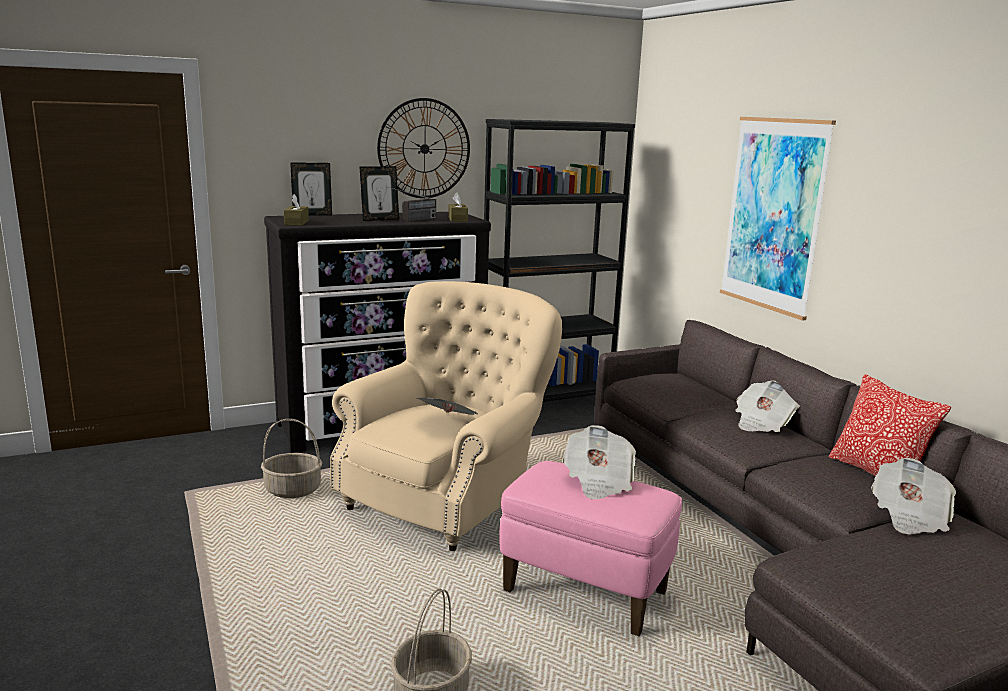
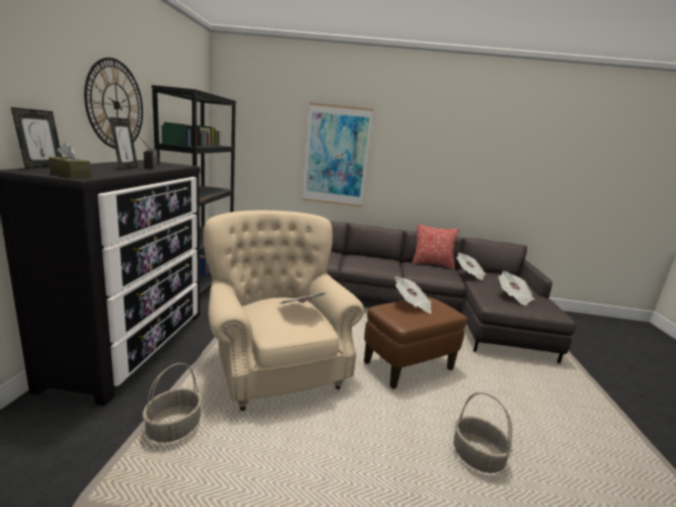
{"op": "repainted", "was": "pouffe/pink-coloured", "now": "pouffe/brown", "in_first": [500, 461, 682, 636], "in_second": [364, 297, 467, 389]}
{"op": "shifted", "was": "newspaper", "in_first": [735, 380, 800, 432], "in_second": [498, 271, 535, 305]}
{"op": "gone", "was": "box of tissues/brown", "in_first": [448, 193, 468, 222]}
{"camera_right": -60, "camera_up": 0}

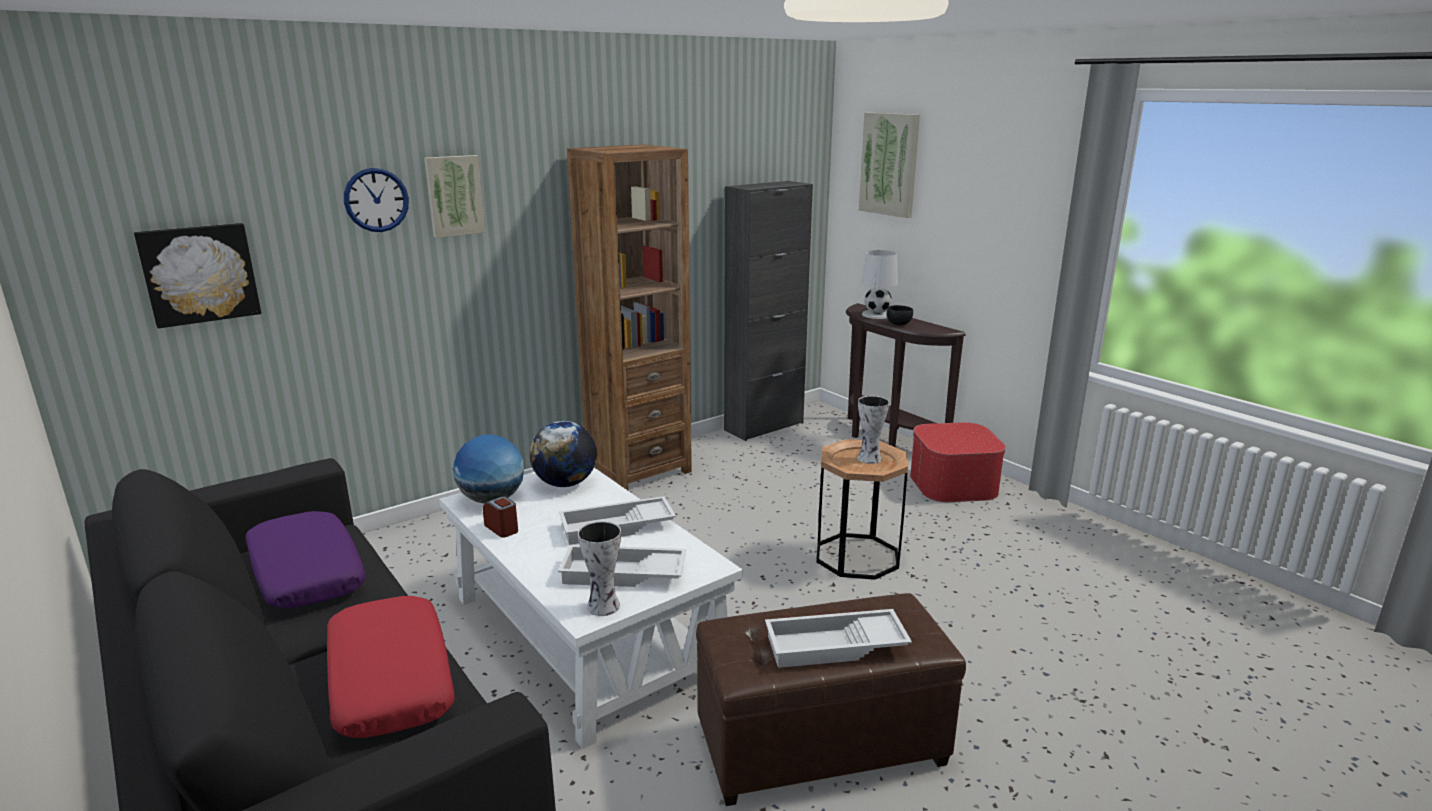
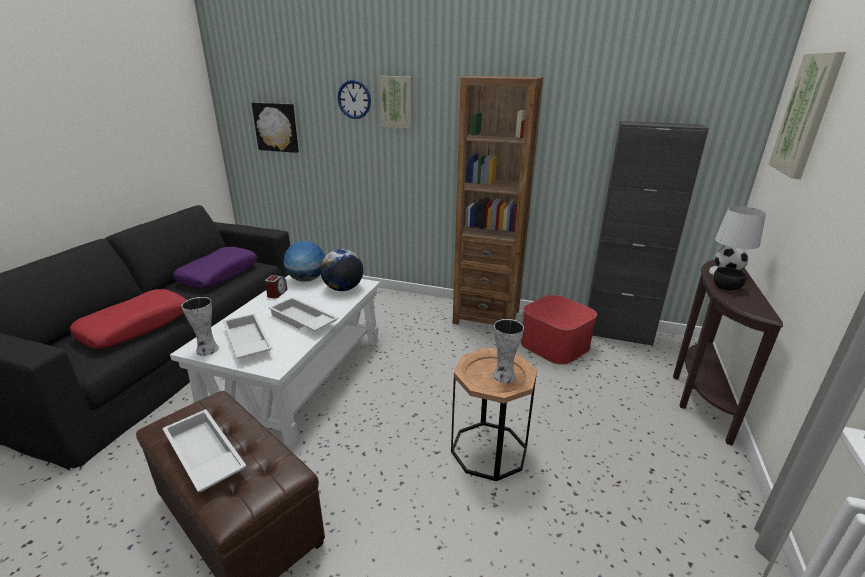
{"op": "shifted", "was": "pouffe", "in_first": [910, 422, 1006, 502], "in_second": [521, 295, 597, 365]}
{"camera_right": 55, "camera_up": 5}

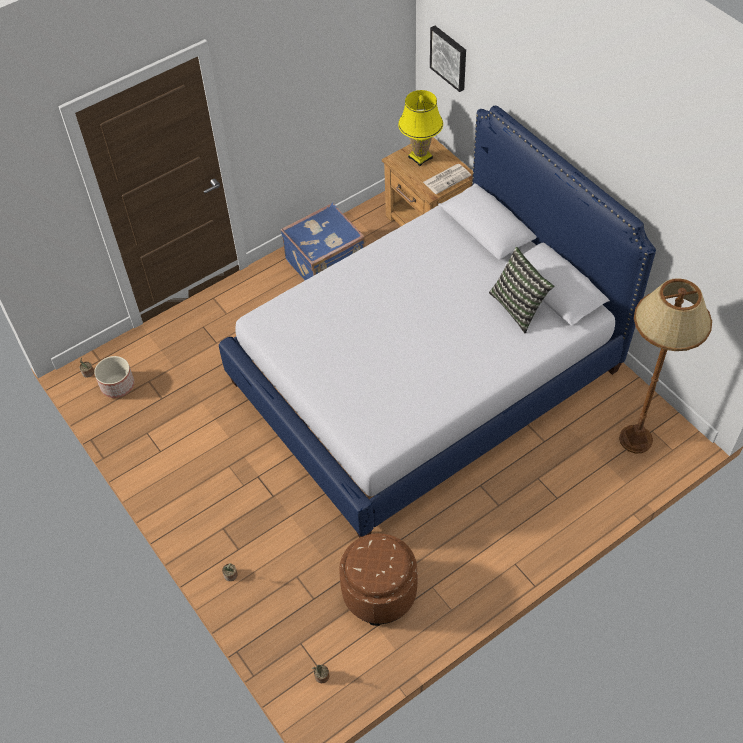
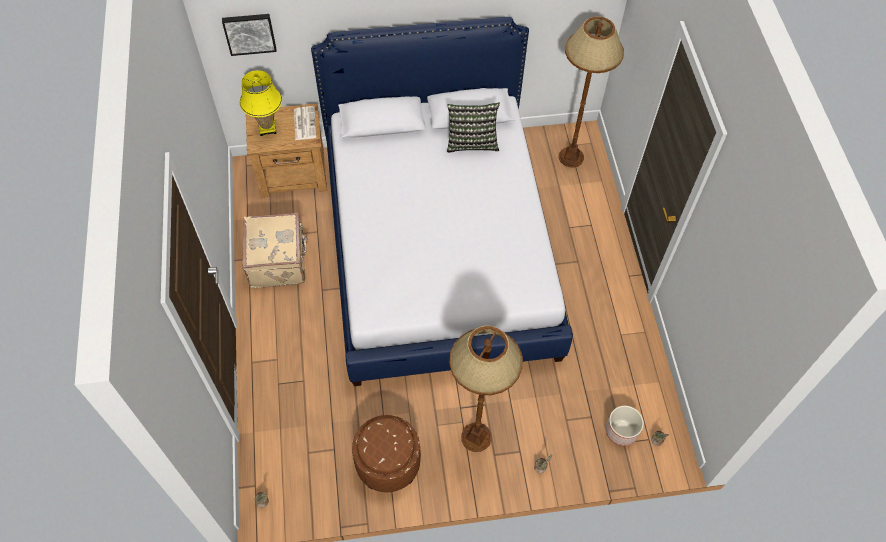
{"op": "repainted", "was": "piece of luggage/blue-coloured", "now": "piece of luggage/beige", "in_first": [280, 203, 365, 281], "in_second": [243, 213, 308, 288]}
{"op": "shifted", "was": "pouffe/brown", "in_first": [339, 533, 418, 626], "in_second": [352, 415, 421, 492]}
{"op": "new", "now": "floor lamp/brown", "in_second": [449, 326, 523, 452]}
{"op": "shifted", "was": "flower pot", "in_first": [94, 356, 134, 398], "in_second": [606, 406, 644, 446]}
{"camera_right": -65, "camera_up": 5}

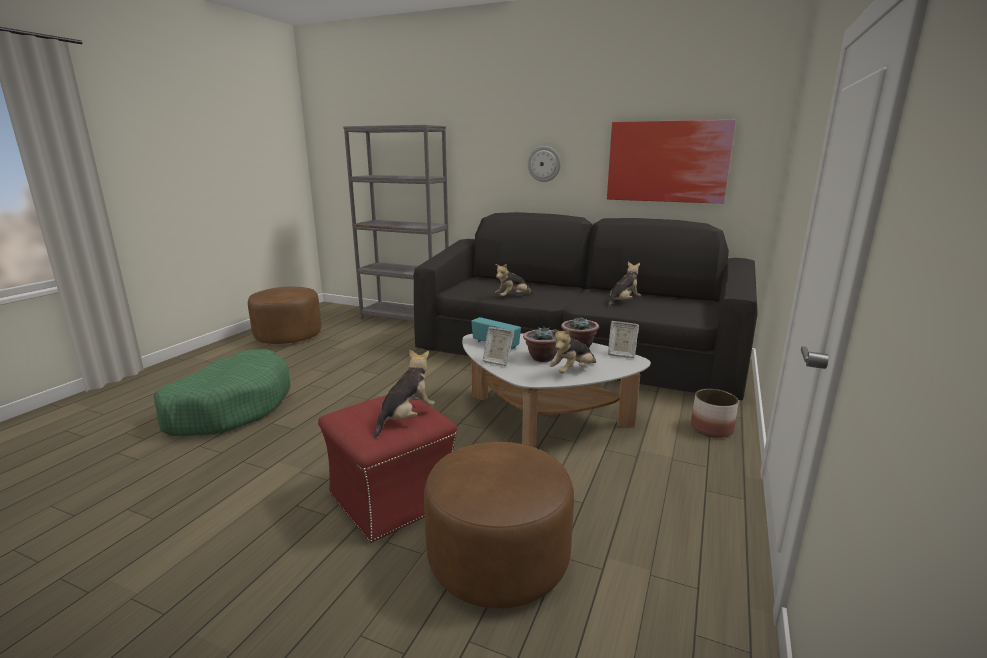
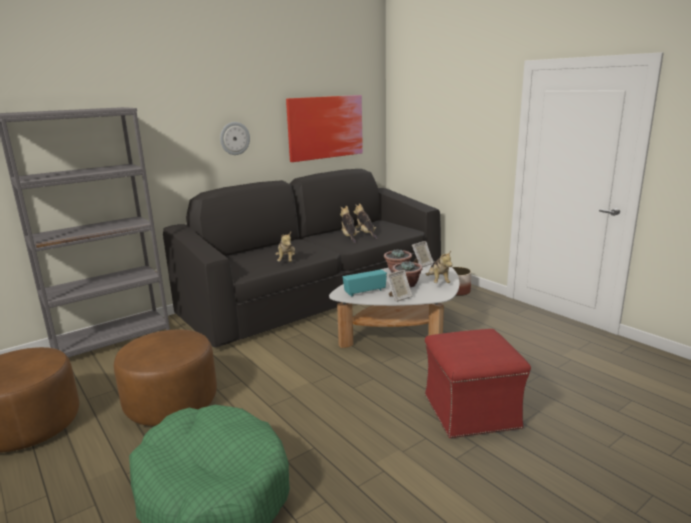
{"op": "shifted", "was": "pouffe/brown", "in_first": [424, 441, 574, 609], "in_second": [114, 329, 217, 426]}
{"op": "shifted", "was": "plush toy", "in_first": [374, 349, 435, 438], "in_second": [354, 203, 378, 239]}
{"camera_right": -60, "camera_up": 0}

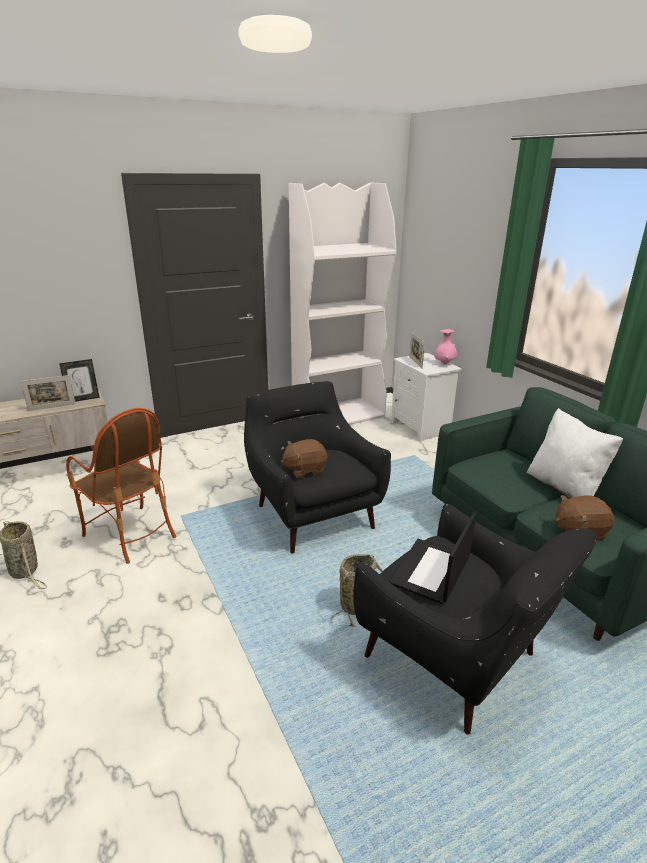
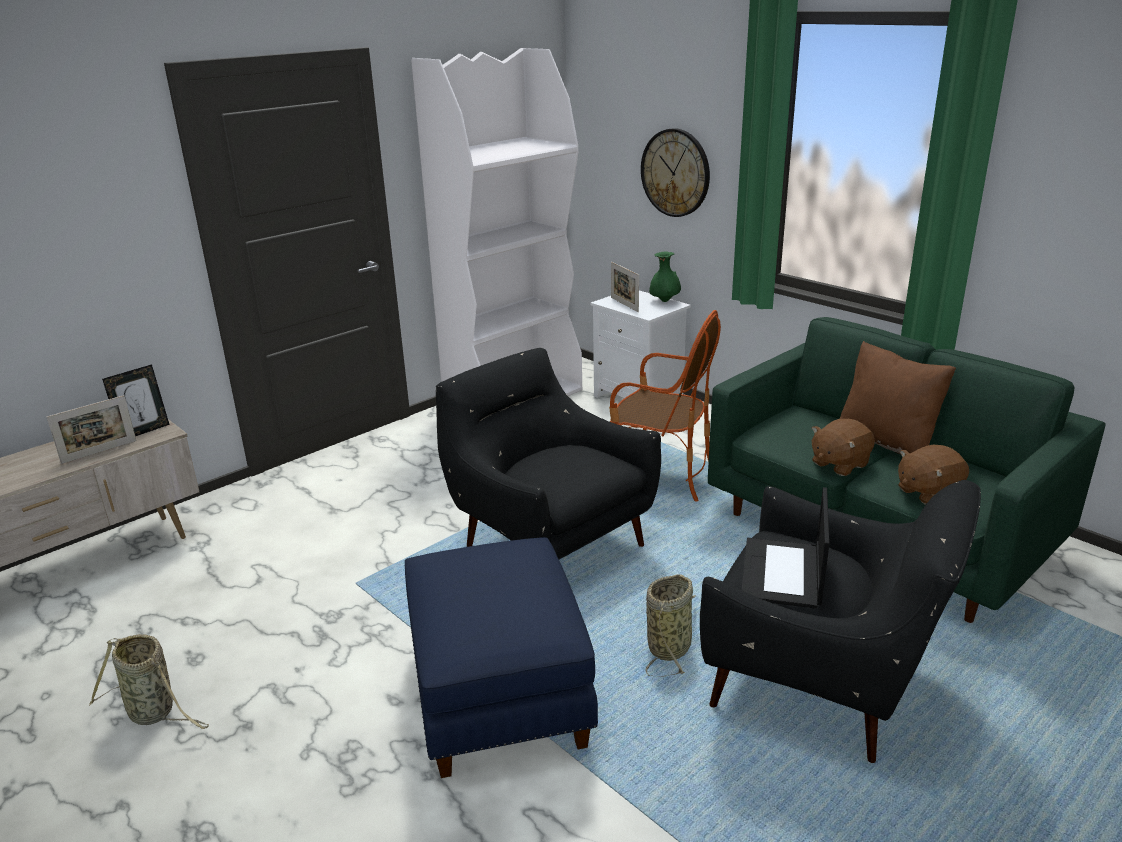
{"op": "new", "now": "pouffe/blue-coloured", "in_second": [405, 537, 598, 778]}
{"op": "shifted", "was": "easy chair", "in_first": [66, 408, 176, 564], "in_second": [609, 310, 721, 501]}
{"op": "new", "now": "hanging clock", "in_second": [641, 128, 710, 217]}
{"op": "repainted", "was": "decorative vase/pink-coloured", "now": "decorative vase/green-coloured", "in_first": [434, 329, 457, 364], "in_second": [649, 251, 681, 302]}
{"op": "shifted", "was": "plush toy/brown", "in_first": [281, 439, 327, 478], "in_second": [812, 419, 875, 476]}
{"op": "repainted", "was": "throw pillow/whitish", "now": "throw pillow/brown", "in_first": [527, 408, 623, 498], "in_second": [839, 341, 956, 455]}
{"camera_right": -15, "camera_up": 0}

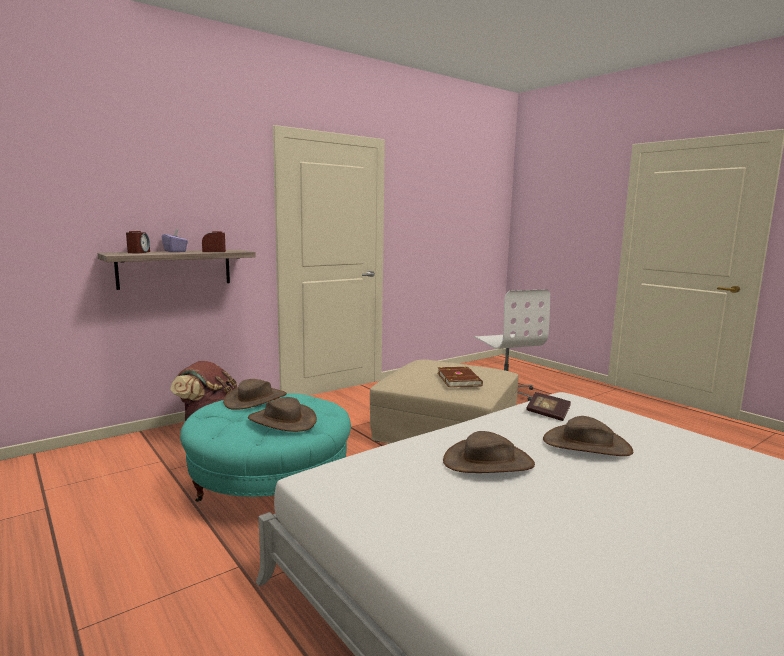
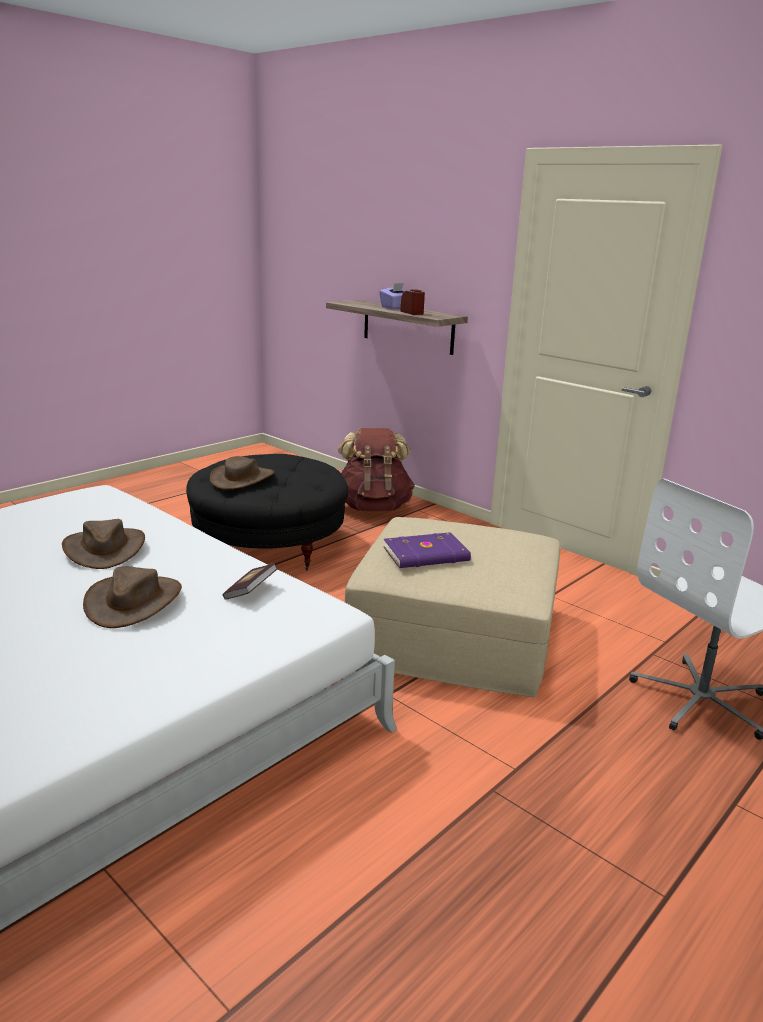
{"op": "repainted", "was": "pouffe/blue-green", "now": "pouffe/black", "in_first": [180, 393, 351, 502], "in_second": [186, 454, 348, 570]}
{"op": "repainted", "was": "bound book/brown", "now": "bound book/purple-coloured", "in_first": [437, 367, 483, 387], "in_second": [384, 532, 471, 568]}
{"op": "gone", "was": "alarm clock", "in_first": [126, 231, 150, 253]}
{"op": "gone", "was": "wearable hat/brown", "in_first": [223, 379, 287, 410]}
{"camera_right": 80, "camera_up": 10}

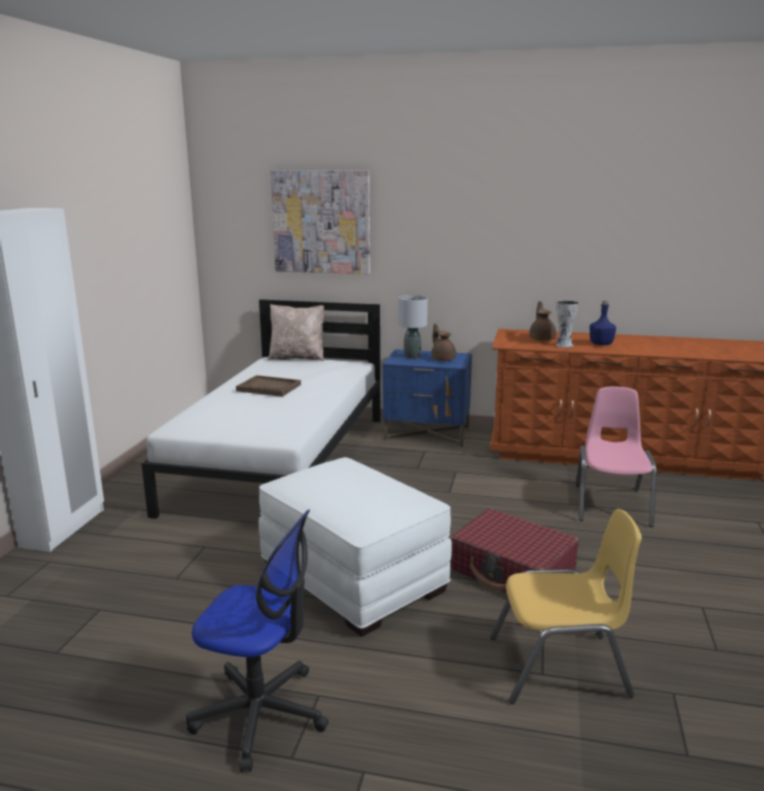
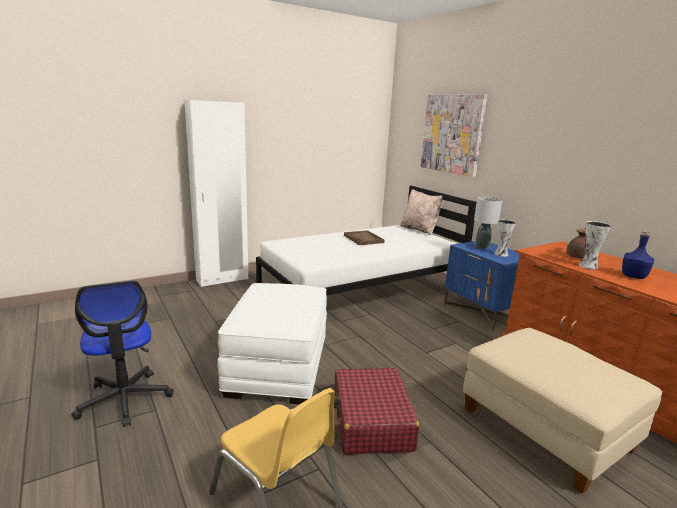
{"op": "swapped", "was": "chair/pink-coloured", "now": "pouffe/beige", "in_first": [576, 386, 657, 527], "in_second": [463, 328, 662, 494]}
{"op": "swapped", "was": "tea pot/brown", "now": "decorative vase", "in_first": [431, 323, 456, 361], "in_second": [494, 220, 516, 257]}
{"camera_right": 45, "camera_up": 0}

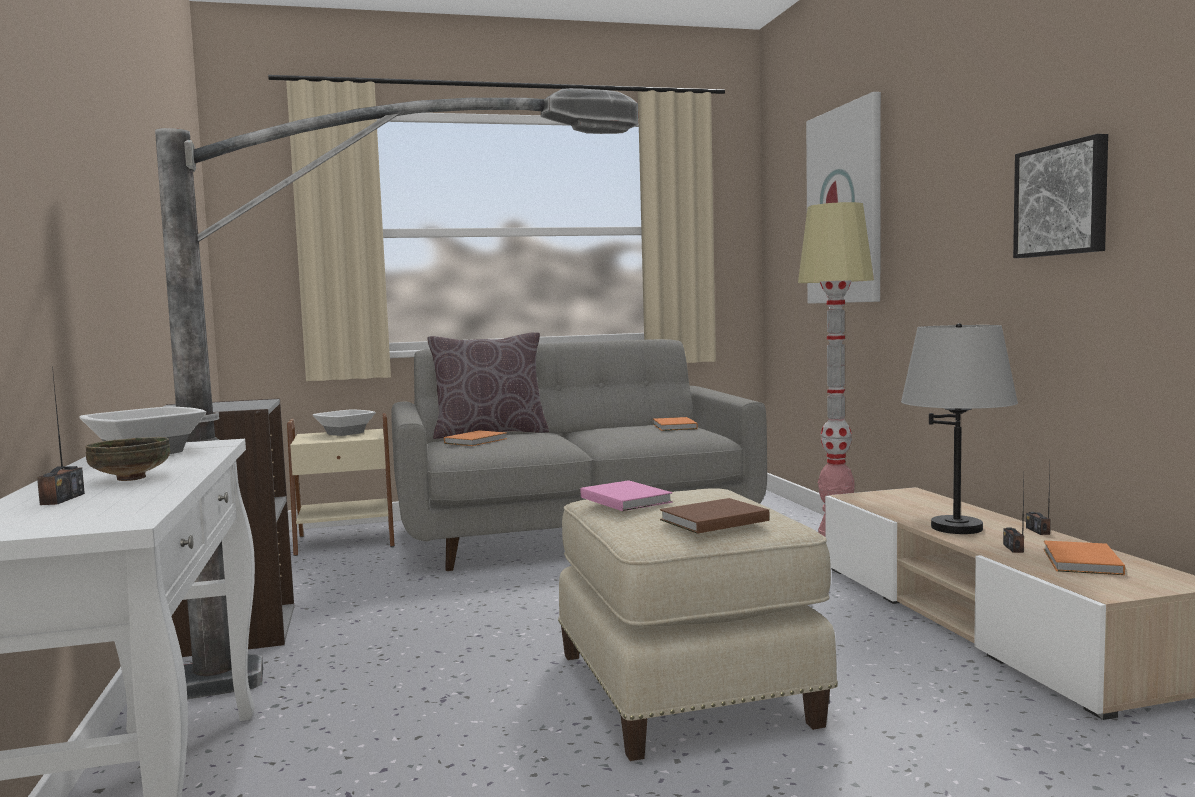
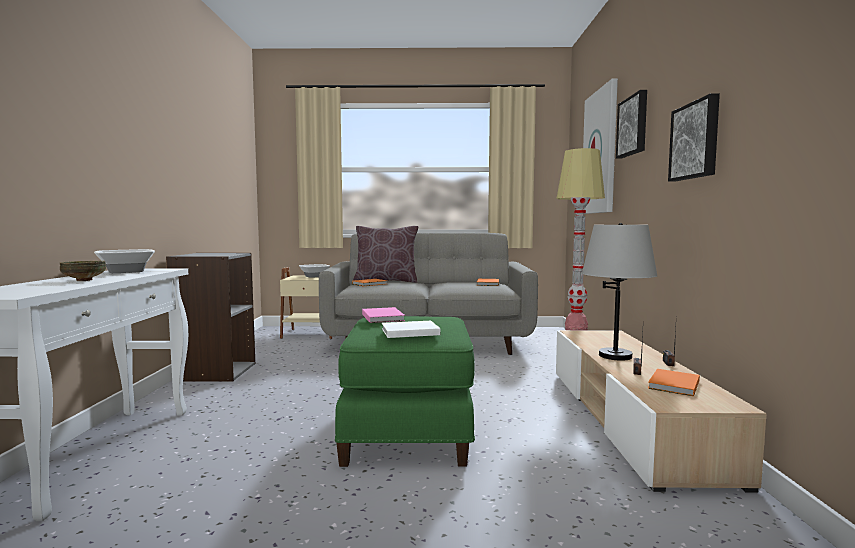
{"op": "repainted", "was": "pouffe/beige", "now": "pouffe/green-coloured", "in_first": [558, 488, 838, 761], "in_second": [335, 316, 475, 467]}
{"op": "repainted", "was": "bound book/brown", "now": "bound book/whitish", "in_first": [660, 498, 769, 534], "in_second": [382, 321, 441, 338]}
{"op": "new", "now": "wall picture", "in_second": [616, 90, 647, 158]}
{"op": "gone", "was": "radio set", "in_first": [37, 366, 85, 505]}
{"op": "gone", "was": "floor lamp", "in_first": [155, 88, 638, 699]}
{"camera_right": 15, "camera_up": 0}

